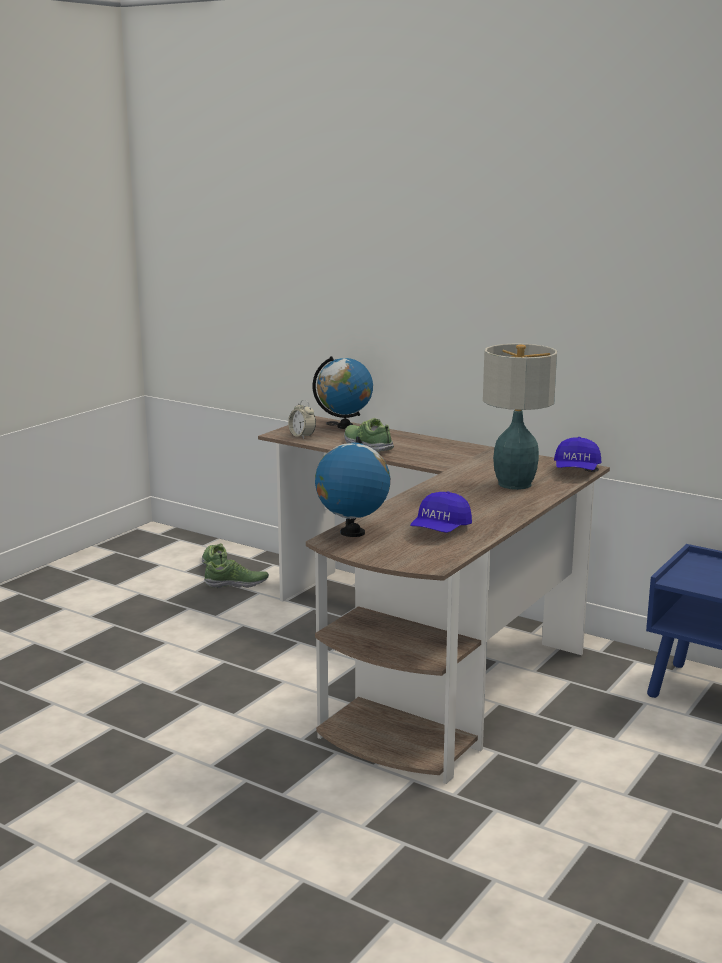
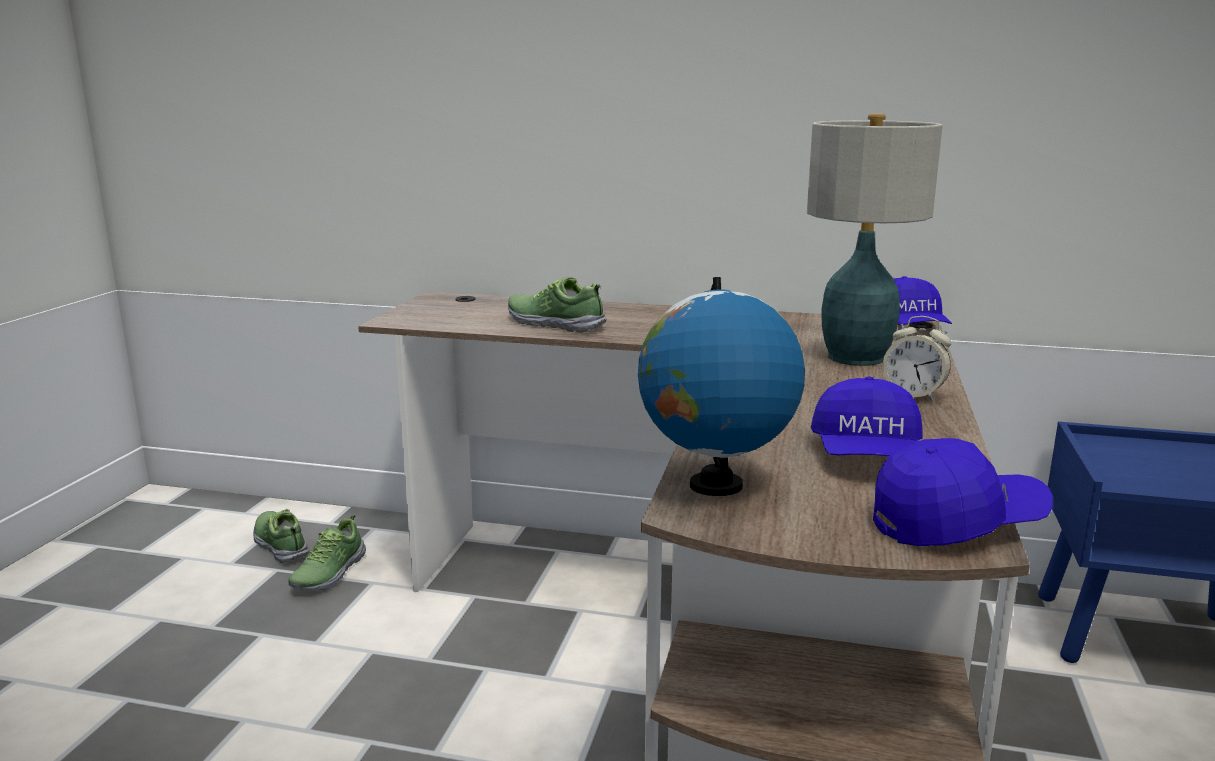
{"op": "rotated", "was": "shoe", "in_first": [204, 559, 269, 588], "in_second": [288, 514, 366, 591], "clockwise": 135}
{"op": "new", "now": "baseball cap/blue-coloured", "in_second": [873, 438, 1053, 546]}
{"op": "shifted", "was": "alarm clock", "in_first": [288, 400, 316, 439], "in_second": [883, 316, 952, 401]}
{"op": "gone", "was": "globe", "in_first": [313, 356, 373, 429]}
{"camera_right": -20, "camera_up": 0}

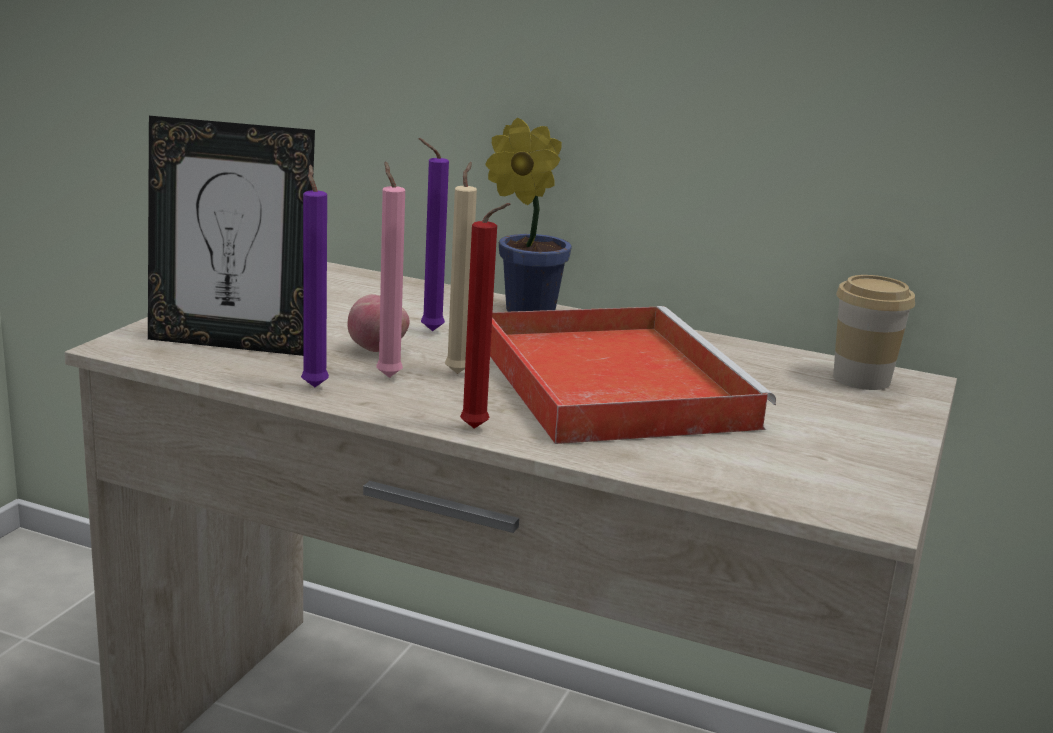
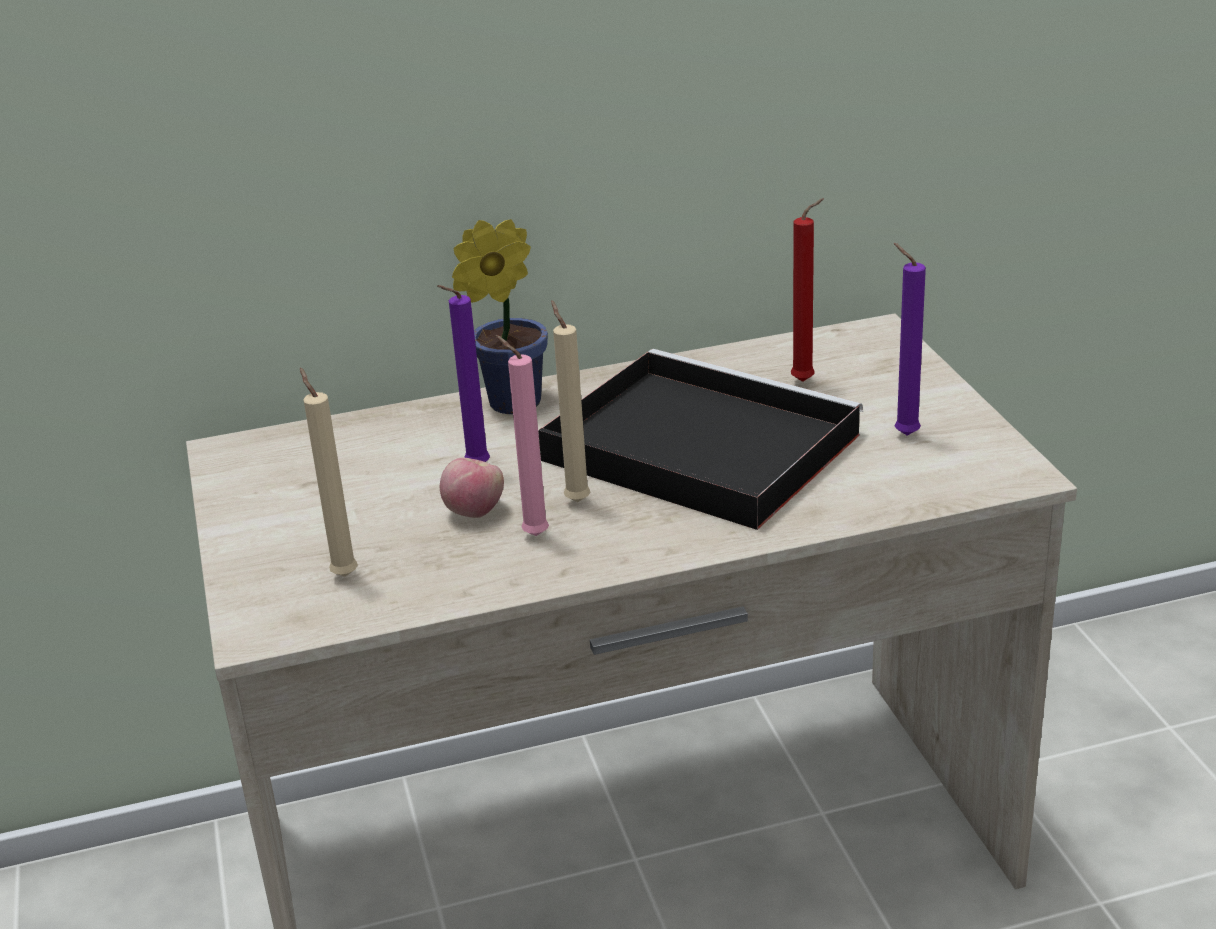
{"op": "swapped", "was": "photo frame", "now": "wax candle/beige", "in_first": [148, 116, 315, 356], "in_second": [300, 367, 358, 577]}
{"op": "repainted", "was": "serving tray/reddish", "now": "serving tray/black", "in_first": [490, 306, 776, 444], "in_second": [538, 349, 863, 530]}
{"op": "shifted", "was": "wax candle/reddish", "in_first": [460, 203, 510, 429], "in_second": [791, 198, 824, 382]}
{"op": "shifted", "was": "wax candle/purple-coloured", "in_first": [301, 165, 329, 387], "in_second": [894, 243, 926, 436]}
{"op": "gone", "was": "drinking cup", "in_first": [833, 275, 915, 390]}
{"camera_right": -35, "camera_up": 10}

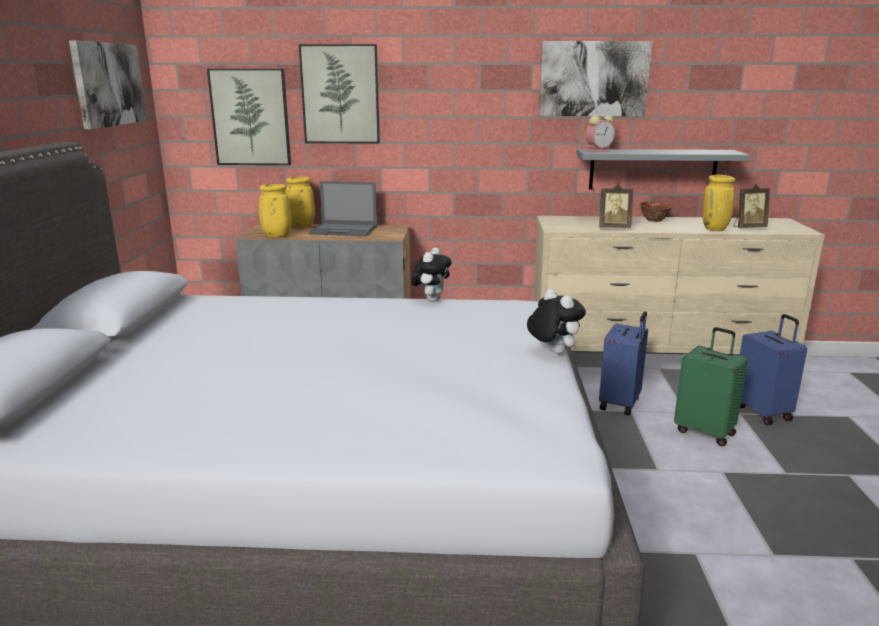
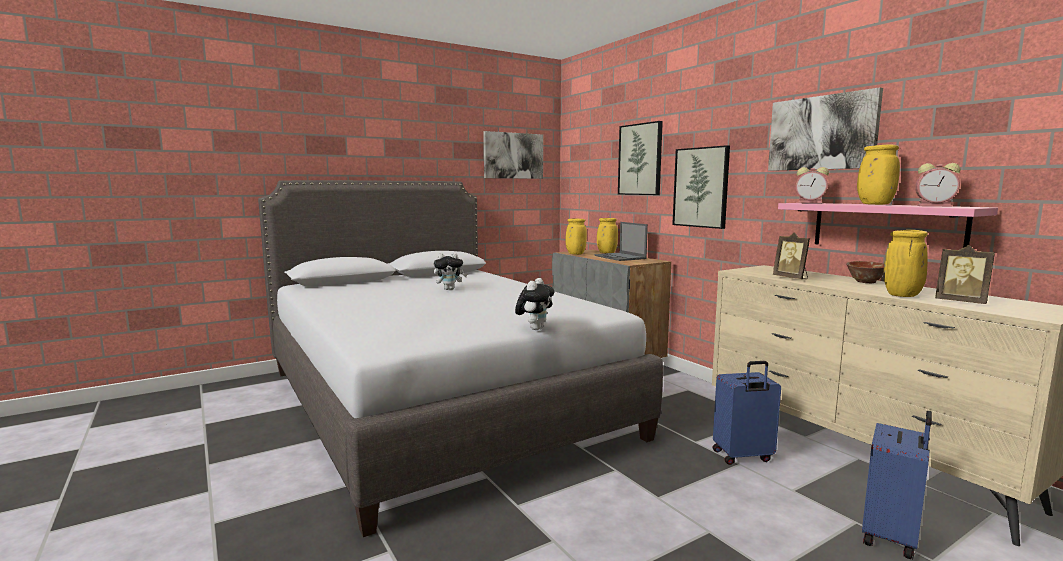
{"op": "shifted", "was": "plush toy", "in_first": [411, 248, 452, 302], "in_second": [433, 253, 467, 290]}
{"op": "shifted", "was": "wall picture", "in_first": [207, 69, 291, 165], "in_second": [672, 145, 730, 229]}
{"op": "repainted", "was": "shelf/grey", "now": "shelf/pink-coloured", "in_first": [576, 149, 751, 189], "in_second": [778, 203, 998, 248]}
{"op": "new", "now": "decorative vase/yellowish", "in_second": [857, 144, 900, 205]}
{"op": "new", "now": "alarm clock", "in_second": [915, 163, 961, 207]}
{"op": "gone", "was": "piece of luggage/green-coloured", "in_first": [674, 327, 748, 446]}
{"camera_right": 55, "camera_up": -10}

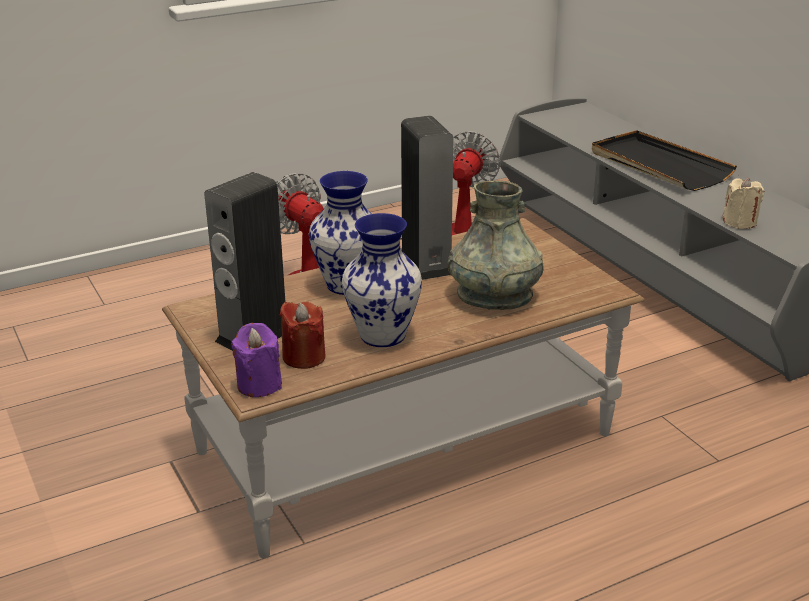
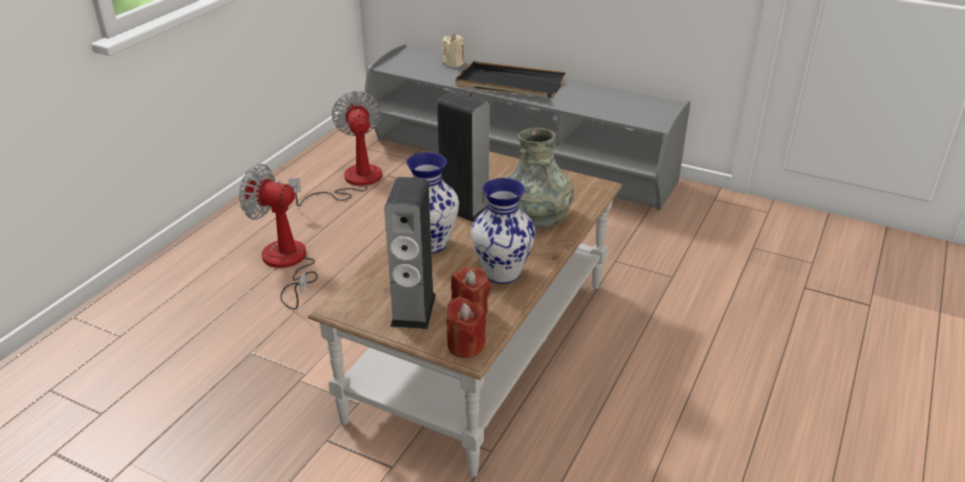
{"op": "shifted", "was": "wax candle/beige", "in_first": [722, 177, 765, 229], "in_second": [442, 33, 465, 67]}
{"op": "repainted", "was": "wax candle/purple-coloured", "now": "wax candle/reddish", "in_first": [231, 323, 282, 397], "in_second": [446, 296, 486, 358]}
{"camera_right": -35, "camera_up": 5}

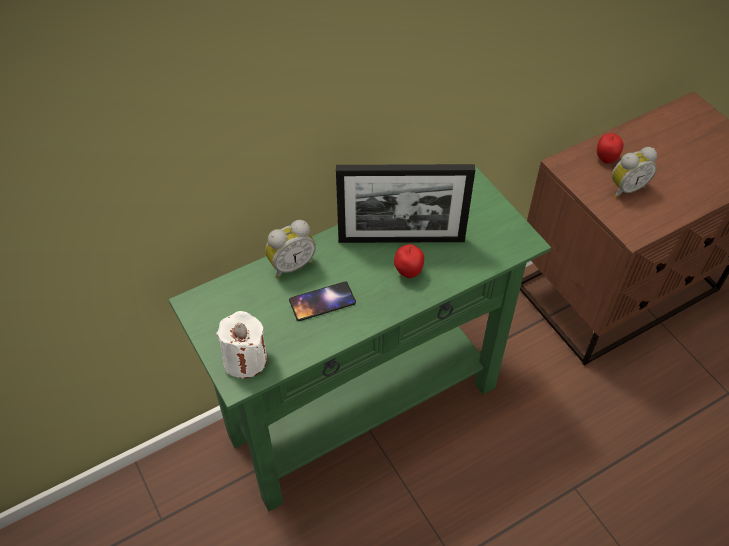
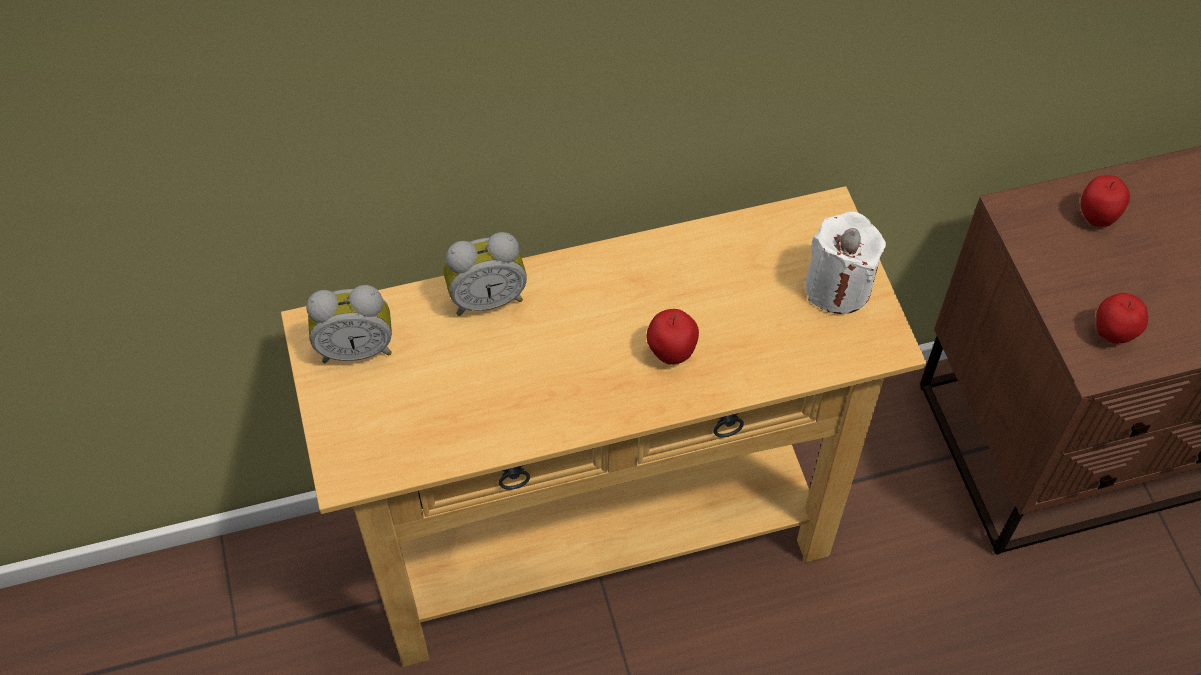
{"op": "repainted", "was": "narrow table/green-coloured", "now": "narrow table/beige", "in_first": [168, 166, 551, 511], "in_second": [281, 186, 926, 667]}
{"op": "shifted", "was": "alarm clock", "in_first": [612, 147, 657, 198], "in_second": [306, 285, 392, 363]}
{"op": "shifted", "was": "wax candle/whitish", "in_first": [216, 311, 267, 378], "in_second": [805, 212, 886, 314]}
{"op": "new", "now": "apple", "in_second": [1096, 293, 1148, 344]}
{"op": "gone", "was": "telephone", "in_first": [289, 281, 356, 321]}
{"op": "gone", "was": "photo frame", "in_first": [336, 164, 475, 243]}
{"camera_right": 15, "camera_up": 5}

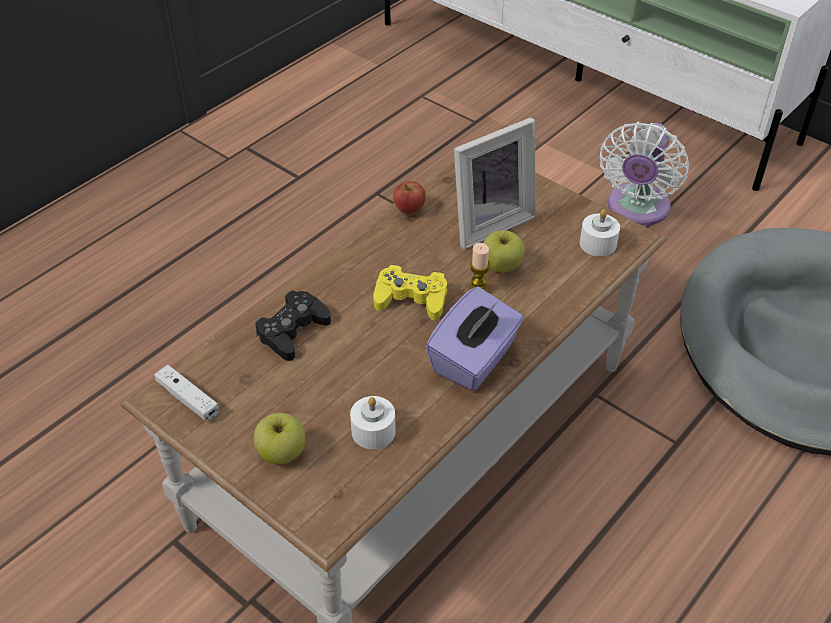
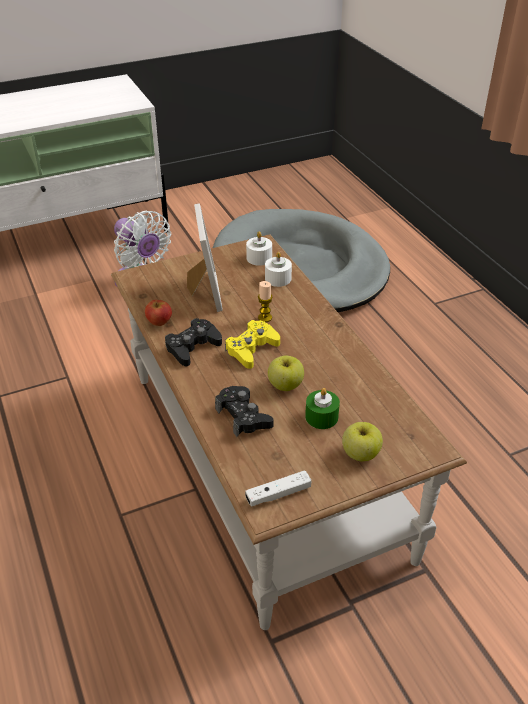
{"op": "new", "now": "joypad/black", "in_second": [165, 318, 222, 366]}
{"op": "shifted", "was": "wax candle/whitish", "in_first": [350, 396, 396, 449], "in_second": [265, 252, 292, 287]}
{"op": "shifted", "was": "apple", "in_first": [483, 230, 525, 273], "in_second": [268, 356, 304, 391]}
{"op": "new", "now": "wax candle/green-coloured", "in_second": [305, 388, 340, 429]}
{"op": "gone", "was": "box of tissues/purple-coloured", "in_first": [426, 286, 524, 391]}
{"camera_right": -65, "camera_up": -5}

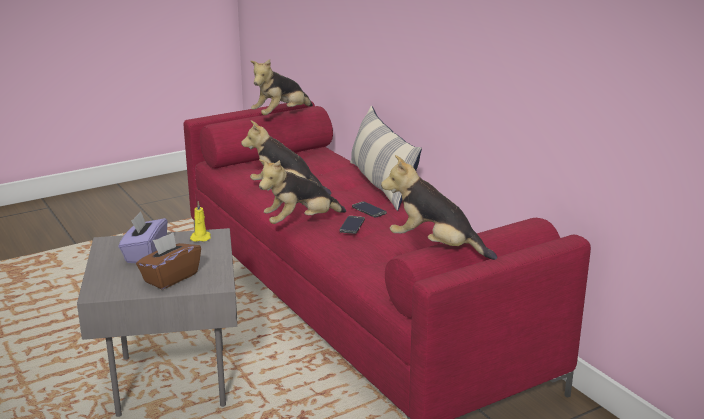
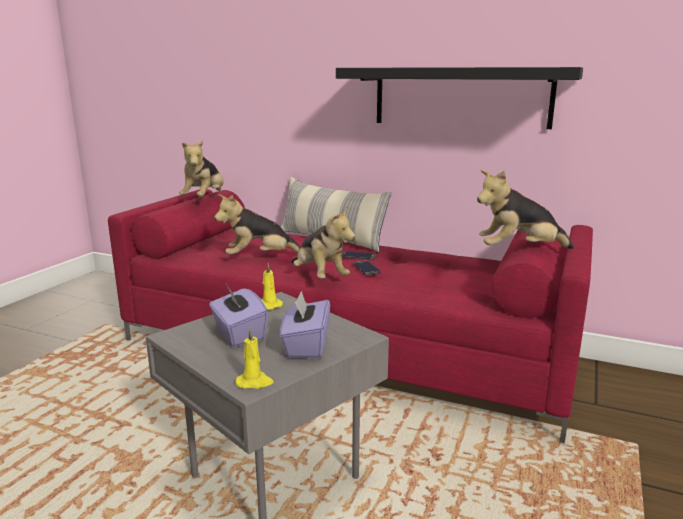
{"op": "new", "now": "wax candle/yellowish", "in_second": [236, 327, 274, 389]}
{"op": "repainted", "was": "box of tissues/brown", "now": "box of tissues/purple-coloured", "in_first": [136, 232, 201, 289], "in_second": [280, 291, 330, 359]}
{"op": "rotated", "was": "plush toy", "in_first": [259, 159, 346, 224], "in_second": [291, 207, 355, 279], "clockwise": -60}
{"op": "new", "now": "shelf/black", "in_second": [336, 67, 583, 129]}
{"camera_right": -35, "camera_up": -5}

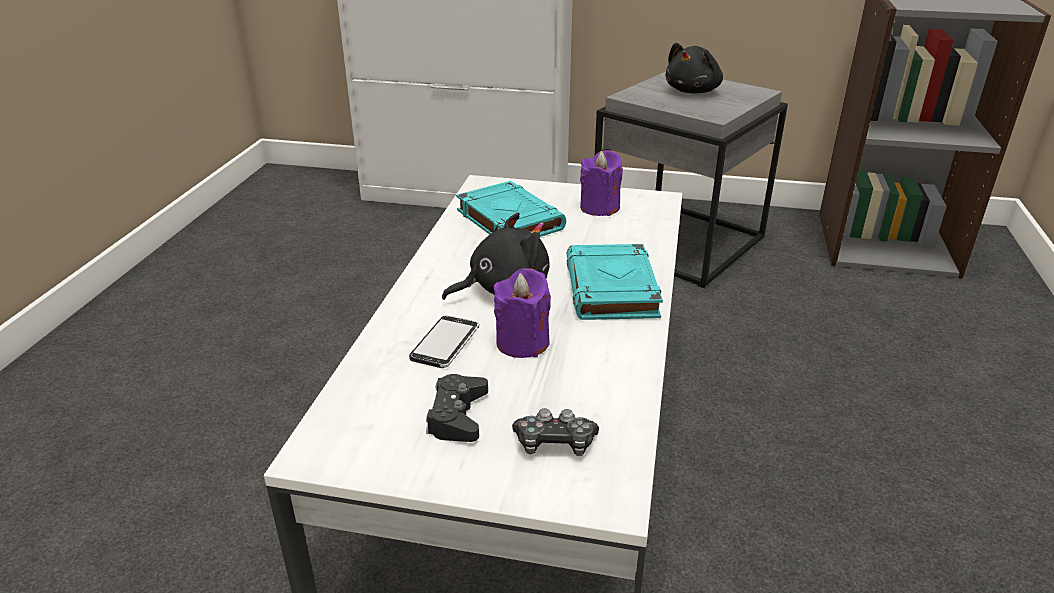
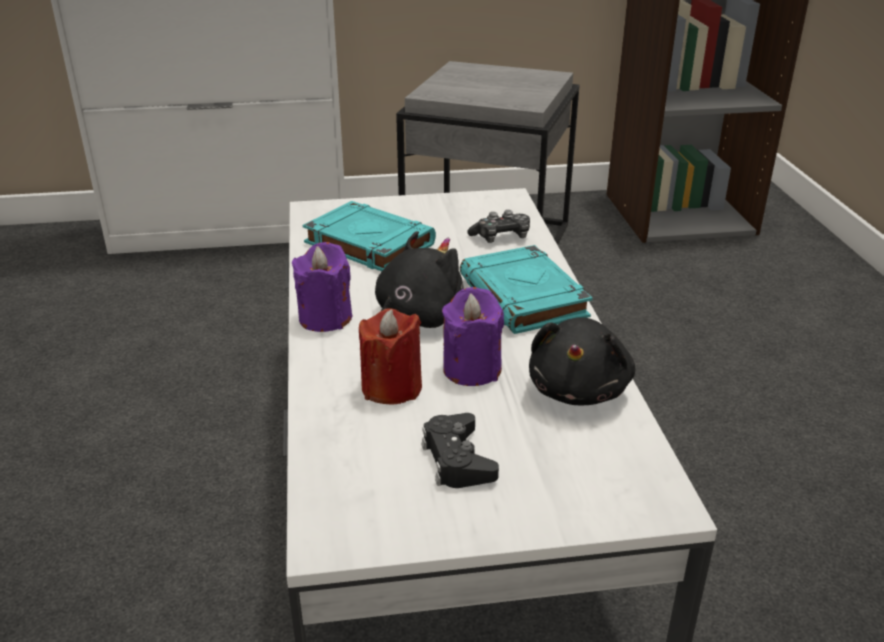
{"op": "shifted", "was": "wax candle/purple-coloured", "in_first": [580, 150, 623, 216], "in_second": [292, 242, 352, 332]}
{"op": "swapped", "was": "telephone", "now": "wax candle/reddish", "in_first": [409, 316, 479, 368], "in_second": [359, 308, 422, 405]}
{"op": "shifted", "was": "joypad", "in_first": [512, 408, 599, 456], "in_second": [468, 210, 530, 243]}
{"op": "shifted", "was": "plush toy/black", "in_first": [665, 43, 723, 94], "in_second": [529, 317, 635, 405]}
{"camera_right": -20, "camera_up": 0}

